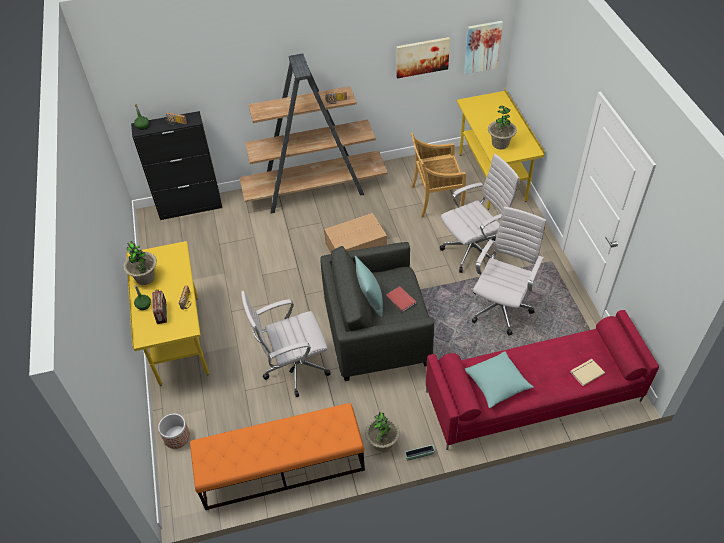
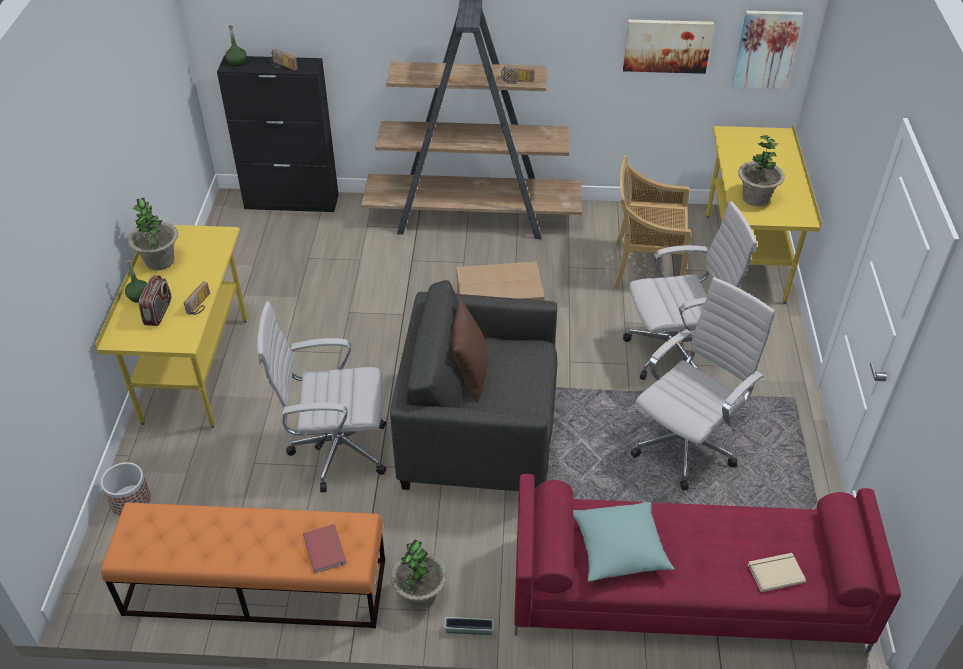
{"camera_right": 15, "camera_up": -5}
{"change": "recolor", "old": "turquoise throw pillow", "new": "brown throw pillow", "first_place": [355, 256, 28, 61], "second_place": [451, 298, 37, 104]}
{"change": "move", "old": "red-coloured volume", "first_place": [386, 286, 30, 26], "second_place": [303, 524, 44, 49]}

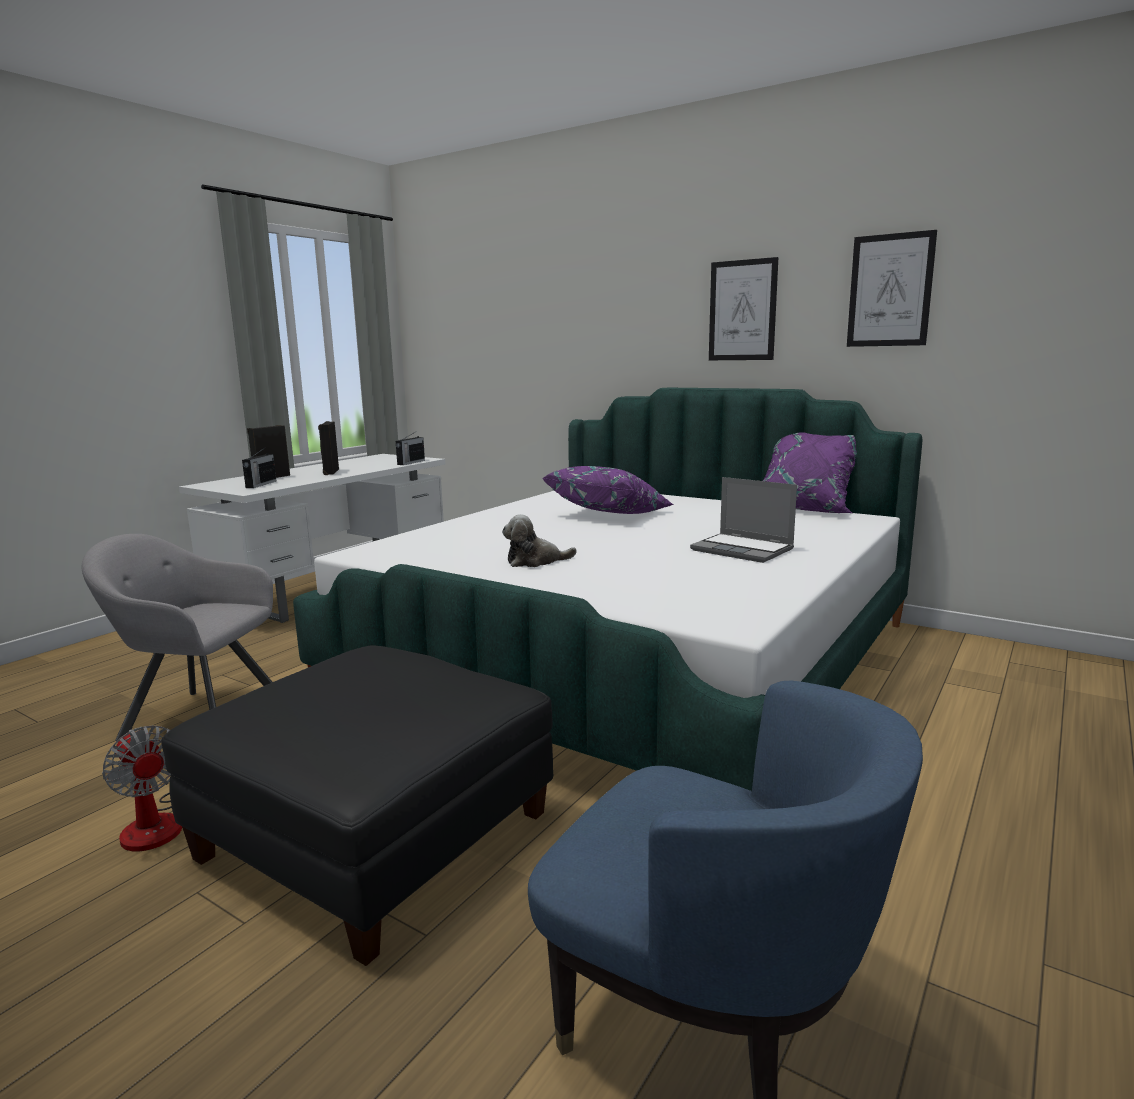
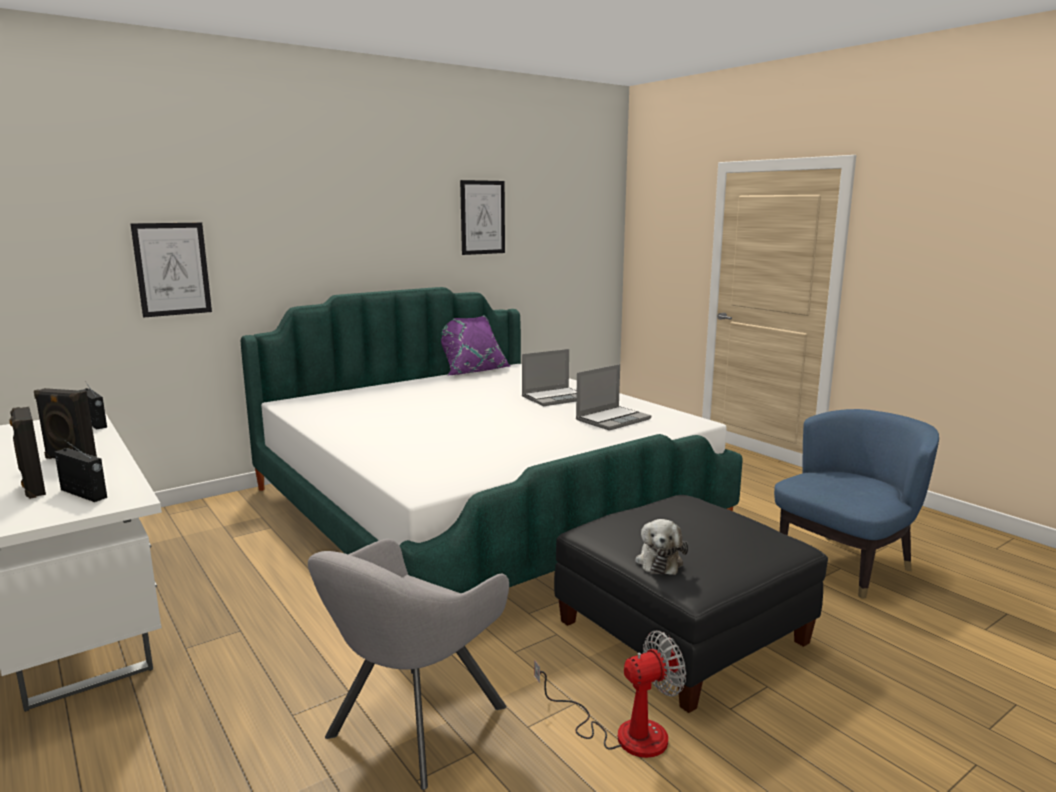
{"camera_right": -70, "camera_up": 0}
{"change": "move", "old": "picture", "first_place": [709, 257, 69, 103], "second_place": [131, 223, 81, 95]}
{"change": "delete", "old": "purple-coloured throw pillow", "first_place": [543, 466, 131, 48]}
{"change": "move", "old": "cuddly toy", "first_place": [502, 514, 75, 53], "second_place": [635, 519, 53, 56]}
{"change": "insert", "new": "portable computer", "second_place": [576, 364, 75, 67]}

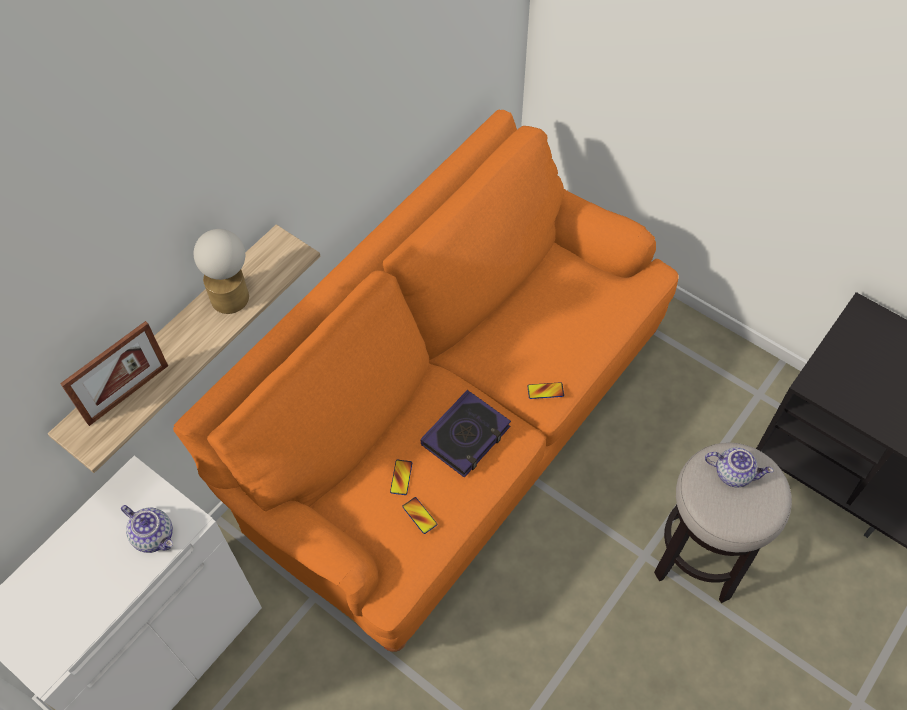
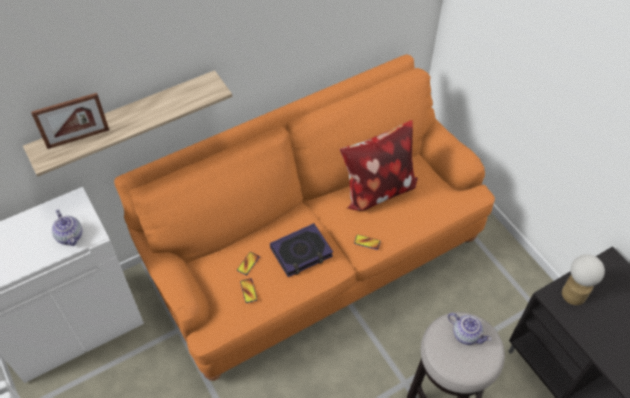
{"camera_right": 20, "camera_up": -5}
{"change": "move", "old": "table lamp", "first_place": [194, 229, 55, 85], "second_place": [562, 254, 43, 51]}
{"change": "insert", "new": "throw pillow", "second_place": [340, 120, 78, 91]}

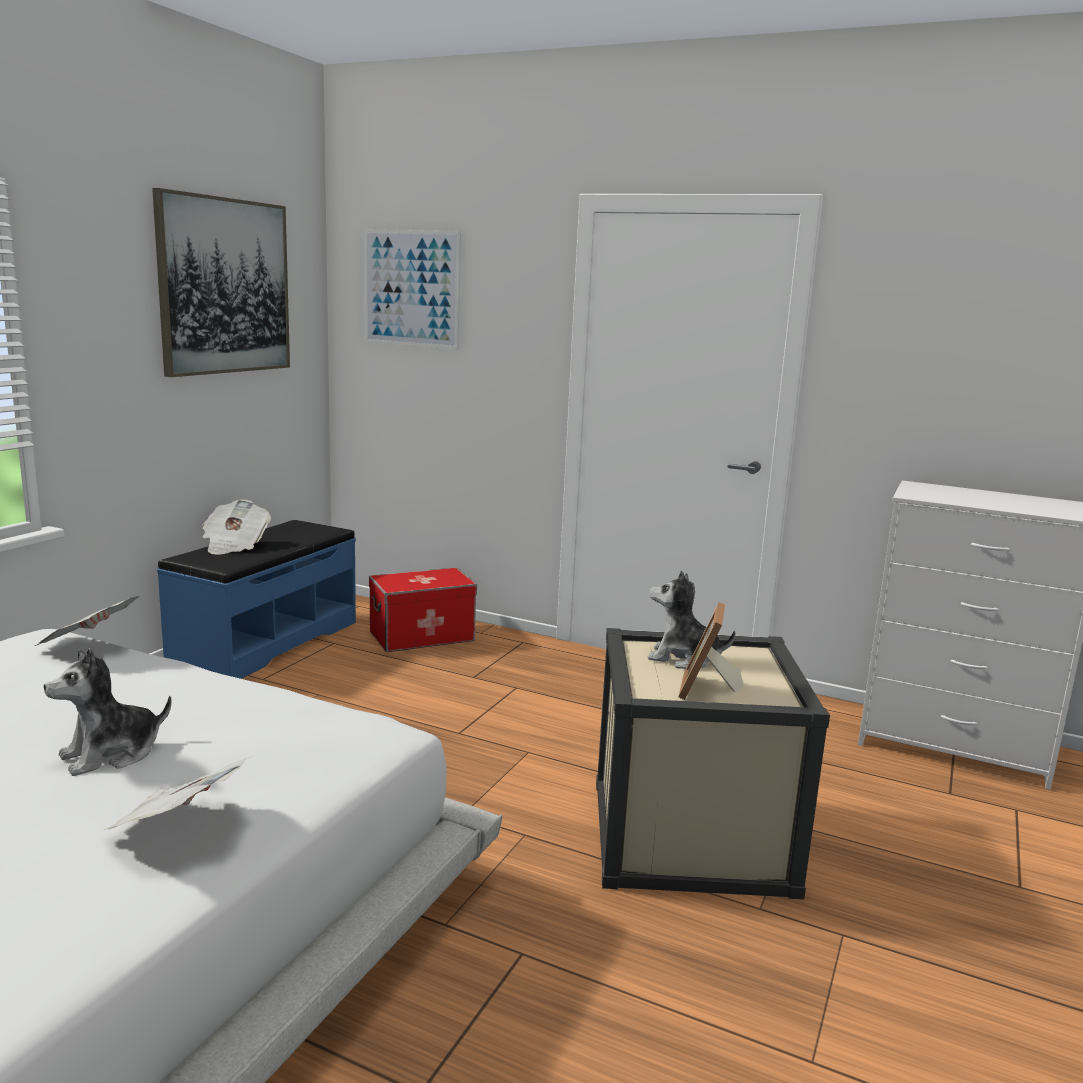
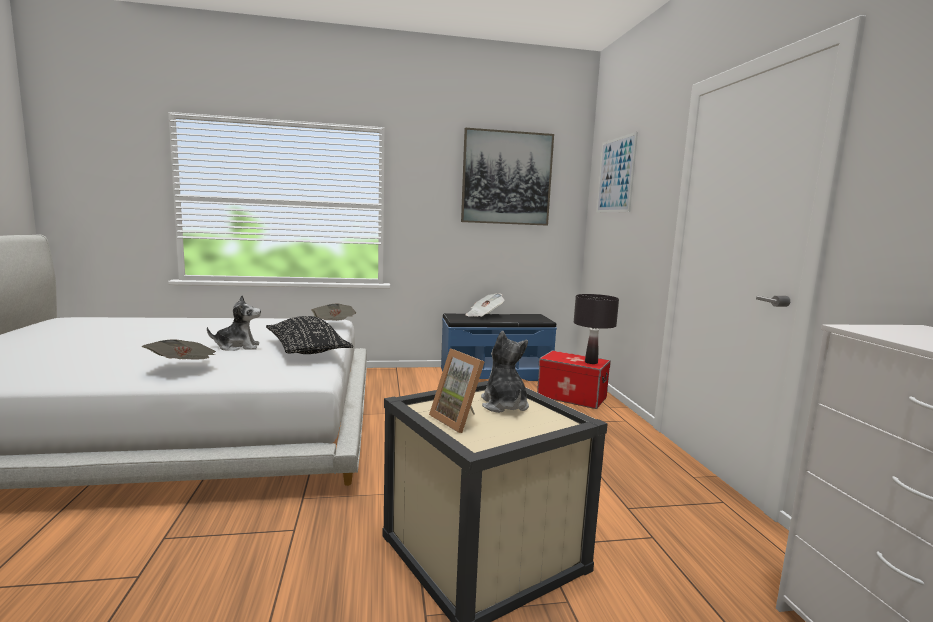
{"camera_right": 55, "camera_up": -5}
{"change": "rotate", "old": "standing frame", "first_place": [678, 602, 66, 98], "second_place": [429, 349, 56, 84], "degrees": -105}
{"change": "rotate", "old": "cuddly toy", "first_place": [44, 648, 128, 128], "second_place": [207, 295, 54, 56], "degrees": 150}
{"change": "insert", "new": "blackish table lamp", "second_place": [574, 294, 45, 70]}
{"change": "insert", "new": "blackish throw pillow", "second_place": [266, 316, 87, 38]}

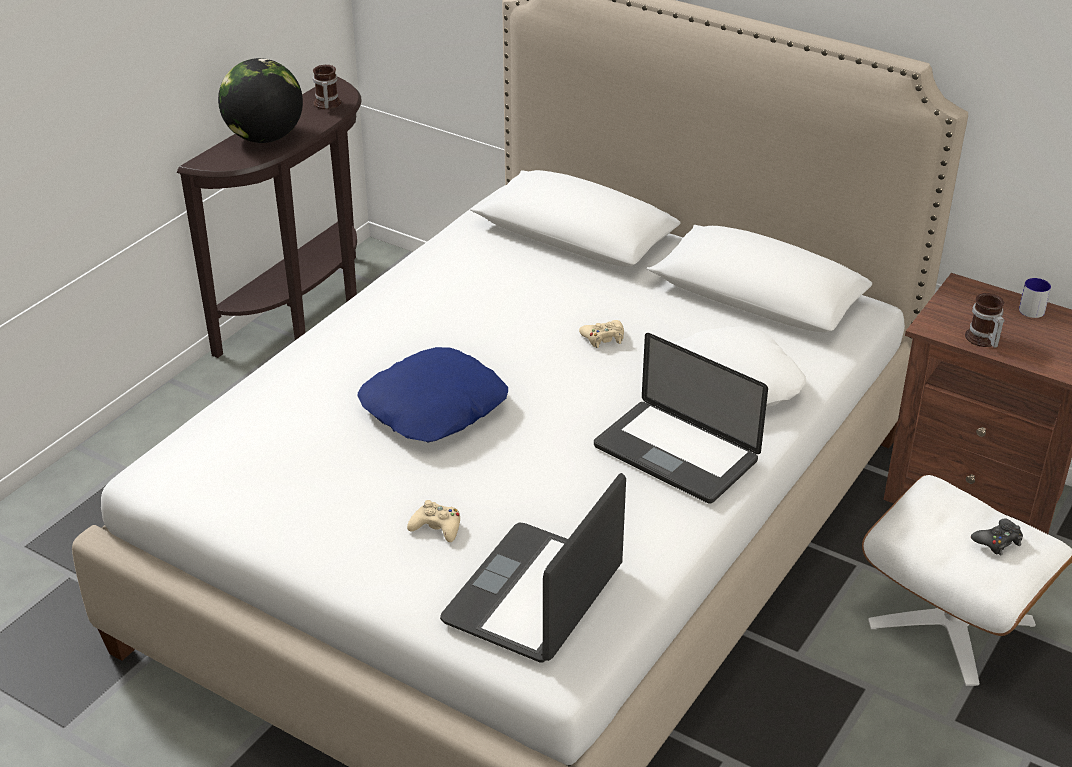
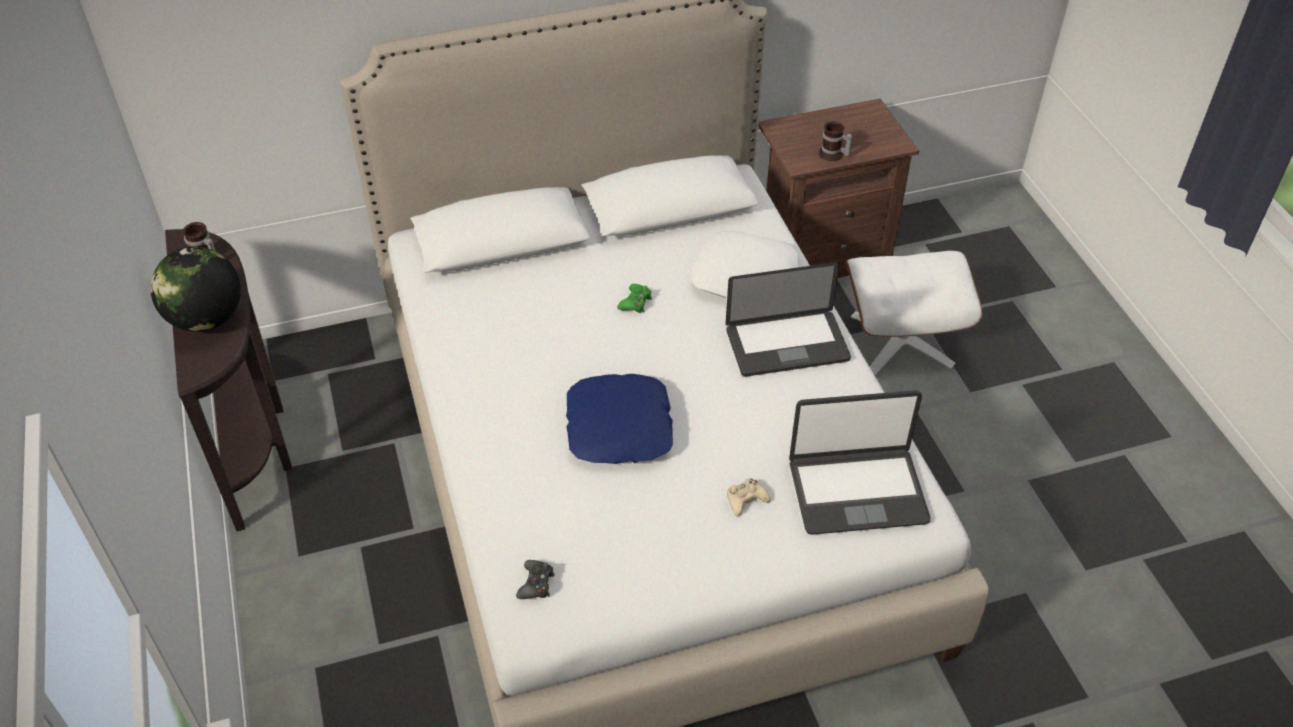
{"camera_right": -50, "camera_up": 10}
{"change": "delete", "old": "mug", "first_place": [1019, 278, 32, 40]}
{"change": "recolor", "old": "beige-coloured joypad", "new": "green joypad", "first_place": [579, 320, 45, 28], "second_place": [617, 284, 35, 29]}
{"change": "rotate", "old": "portable computer", "first_place": [440, 473, 186, 190], "second_place": [789, 390, 142, 145], "degrees": -75}
{"change": "move", "old": "blackish joypad", "first_place": [971, 518, 52, 37], "second_place": [516, 560, 39, 39]}

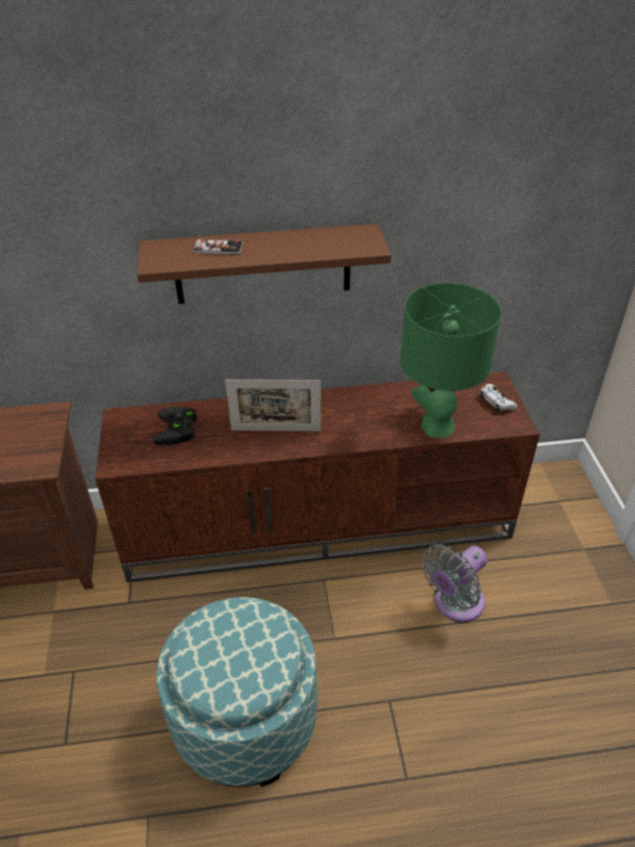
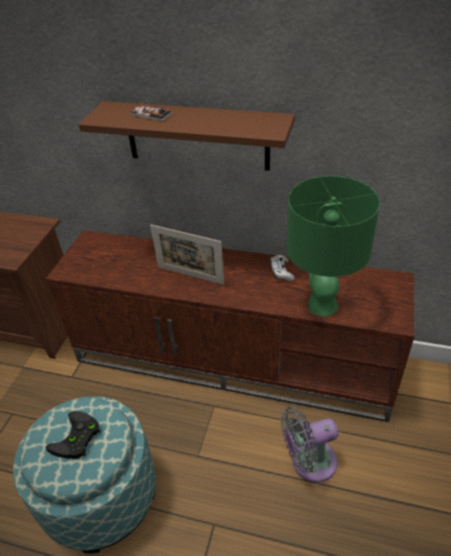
{"camera_right": 25, "camera_up": 0}
{"change": "move", "old": "whitish joypad", "first_place": [480, 384, 37, 28], "second_place": [270, 255, 25, 26]}
{"change": "move", "old": "blackish joypad", "first_place": [153, 407, 44, 38], "second_place": [46, 411, 55, 48]}

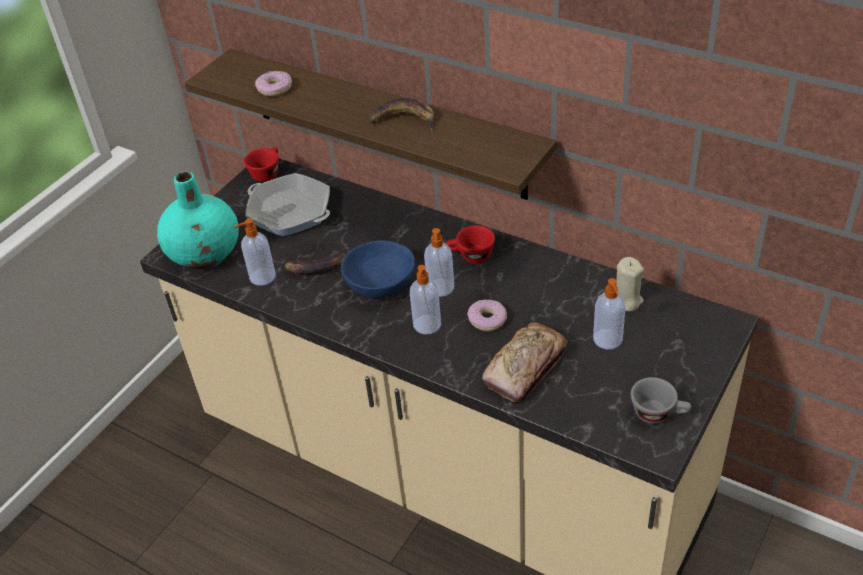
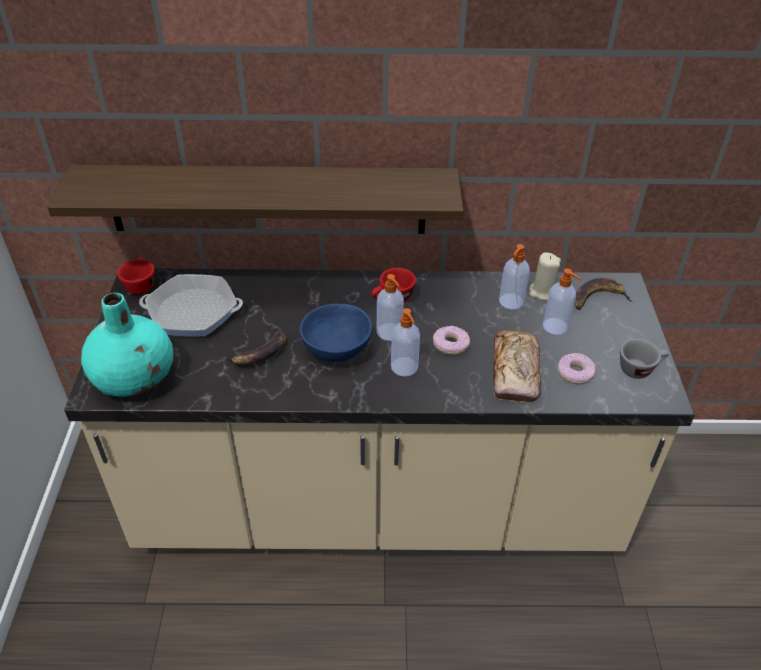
{"camera_right": -35, "camera_up": 0}
{"change": "move", "old": "doughnut", "first_place": [255, 71, 37, 26], "second_place": [557, 353, 39, 32]}
{"change": "move", "old": "banana", "first_place": [369, 98, 65, 34], "second_place": [574, 278, 59, 32]}
{"change": "move", "old": "soap dispenser", "first_place": [234, 218, 42, 68], "second_place": [499, 244, 31, 66]}

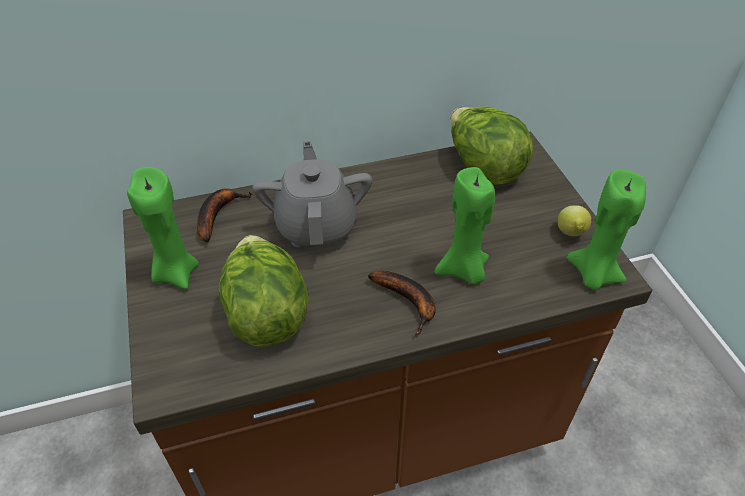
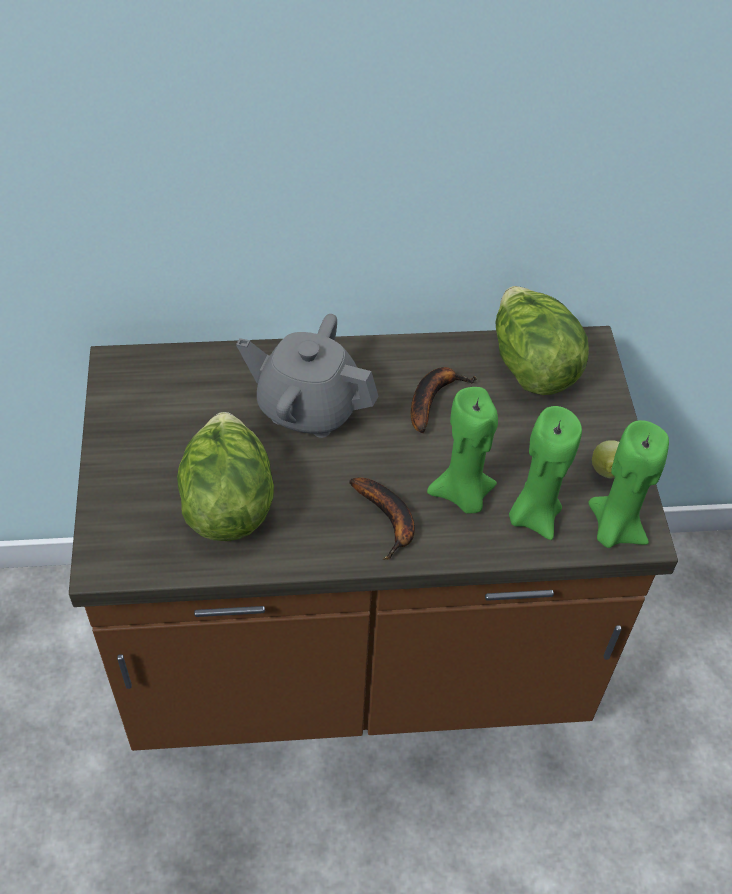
{"camera_right": 10, "camera_up": 5}
{"change": "rotate", "old": "gray teapot", "first_place": [252, 141, 120, 106], "second_place": [236, 314, 142, 124], "degrees": -75}
{"change": "move", "old": "green wax candle", "first_place": [127, 167, 72, 122], "second_place": [509, 406, 73, 134]}
{"change": "move", "old": "banana", "first_place": [197, 188, 56, 54], "second_place": [411, 367, 66, 66]}

